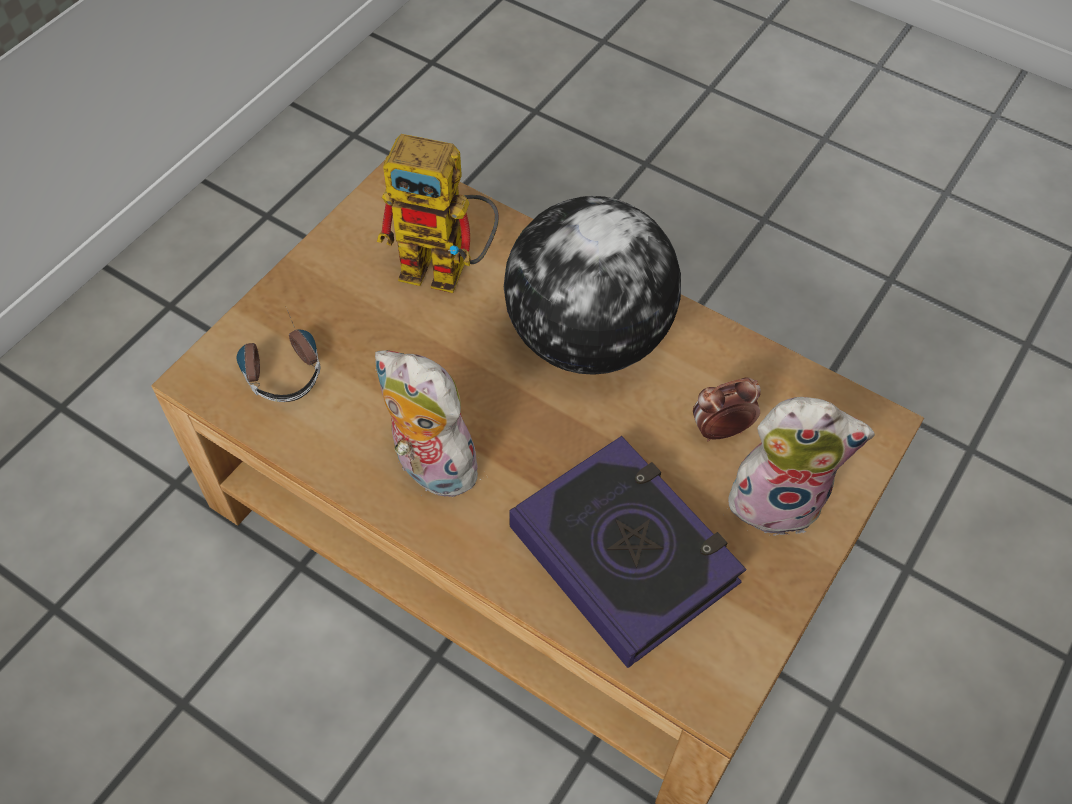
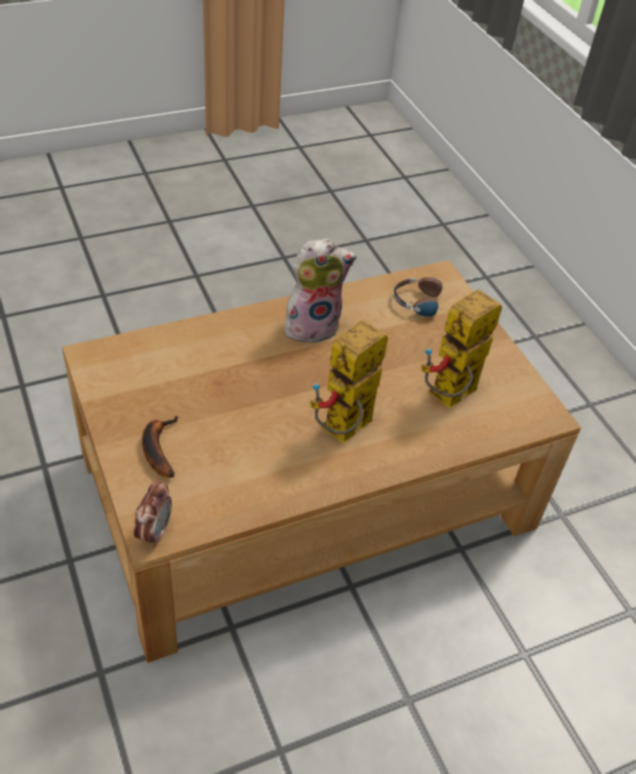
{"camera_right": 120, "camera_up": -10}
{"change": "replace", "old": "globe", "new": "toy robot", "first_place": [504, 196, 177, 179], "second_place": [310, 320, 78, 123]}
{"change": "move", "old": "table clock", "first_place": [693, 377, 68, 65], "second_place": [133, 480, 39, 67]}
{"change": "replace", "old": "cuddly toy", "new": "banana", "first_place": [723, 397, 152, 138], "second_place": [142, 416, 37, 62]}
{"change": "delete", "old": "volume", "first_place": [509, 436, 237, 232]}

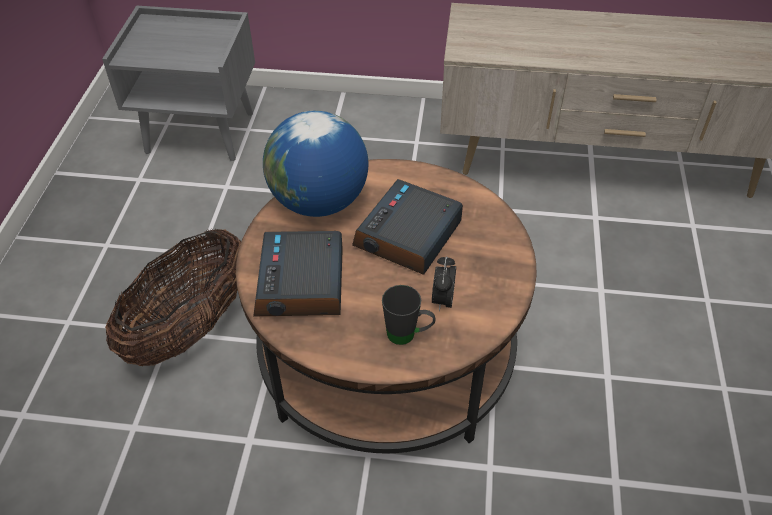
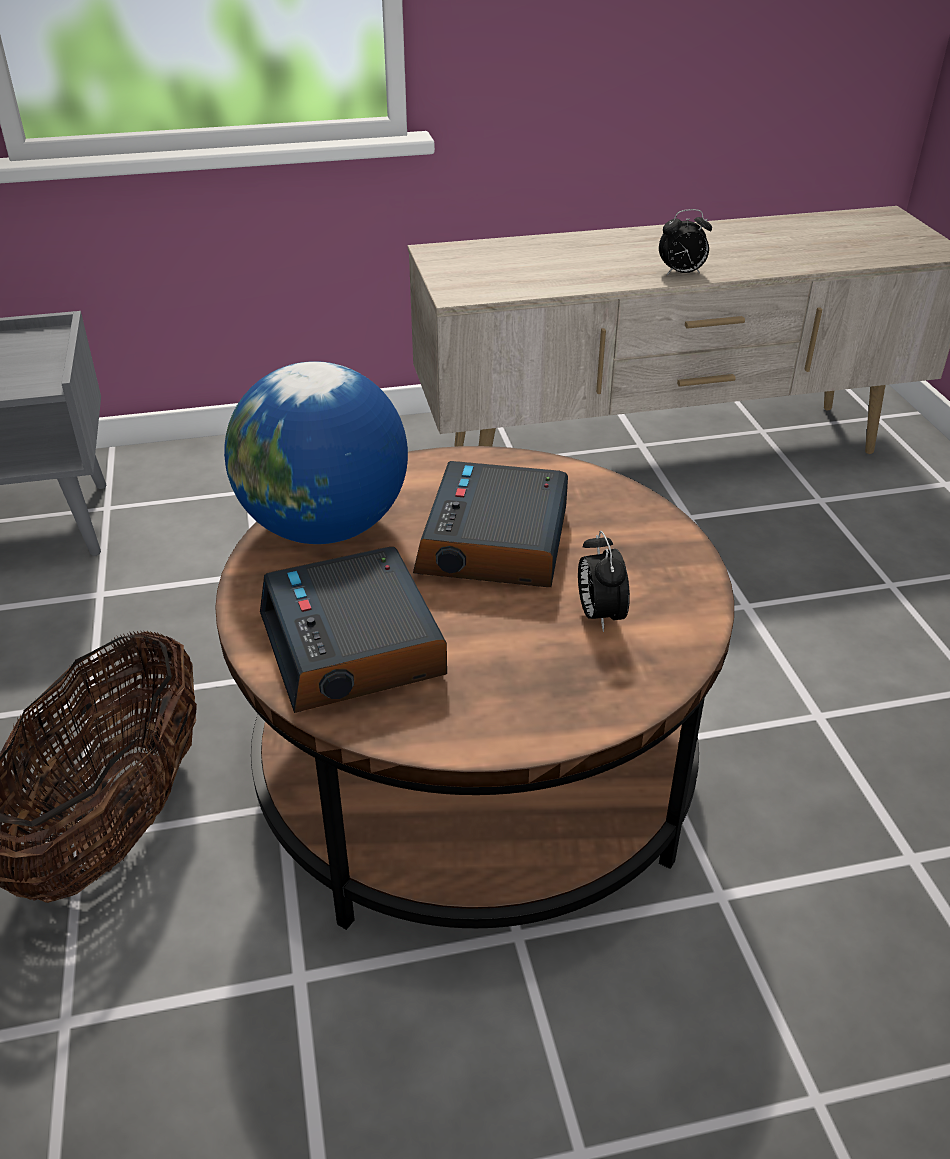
{"camera_right": -20, "camera_up": -10}
{"change": "delete", "old": "blackish mug", "first_place": [382, 285, 53, 60]}
{"change": "insert", "new": "table clock", "second_place": [659, 209, 53, 66]}

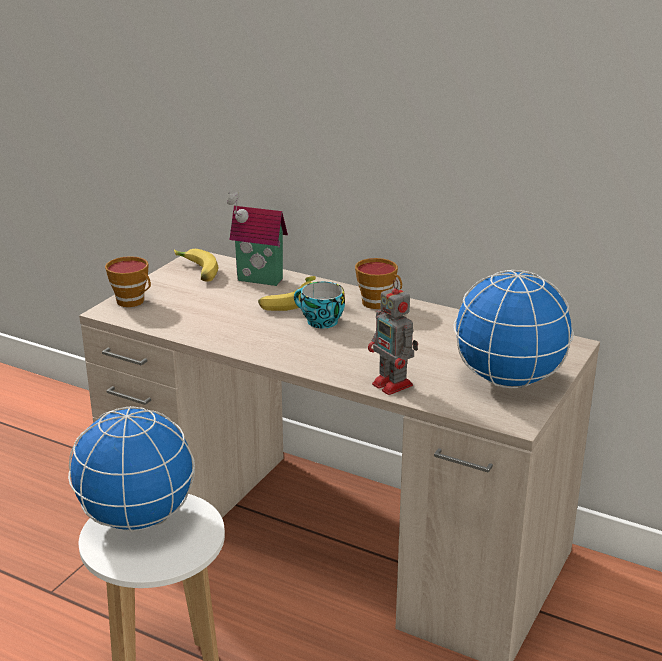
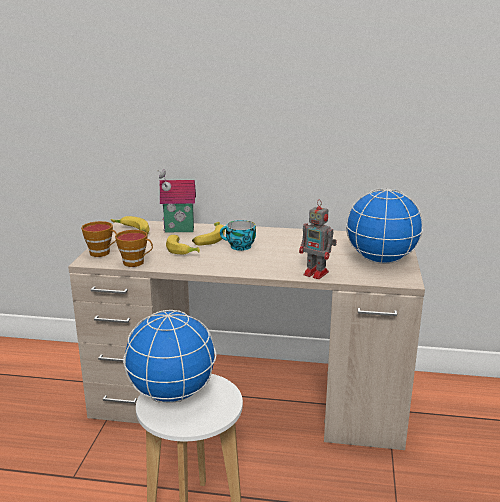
{"camera_right": -20, "camera_up": -5}
{"change": "move", "old": "drinking cup", "first_place": [355, 258, 47, 51], "second_place": [115, 230, 38, 37]}
{"change": "insert", "new": "banana", "second_place": [166, 235, 34, 19]}

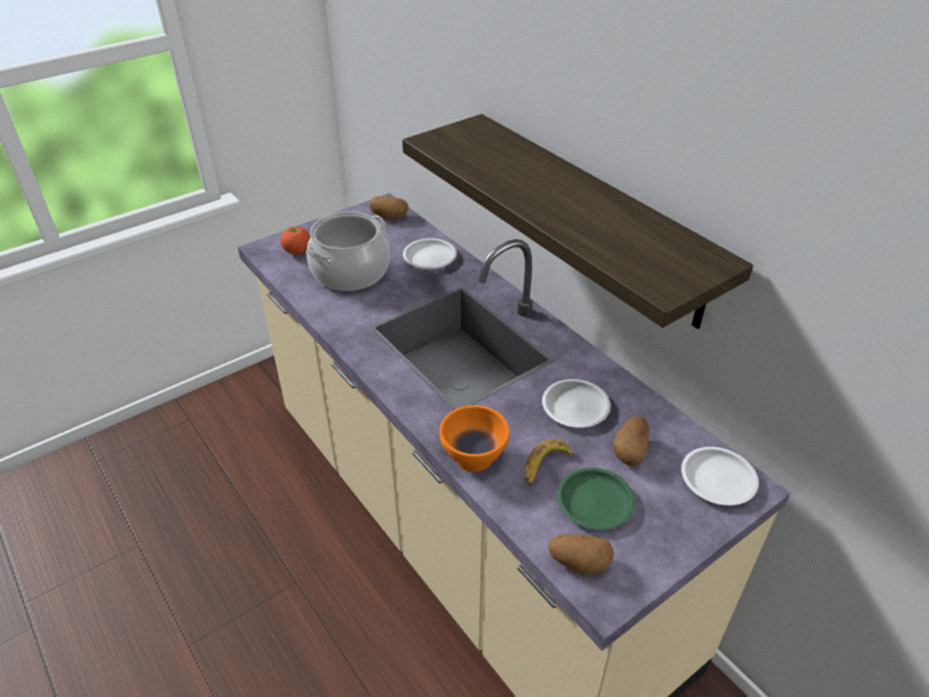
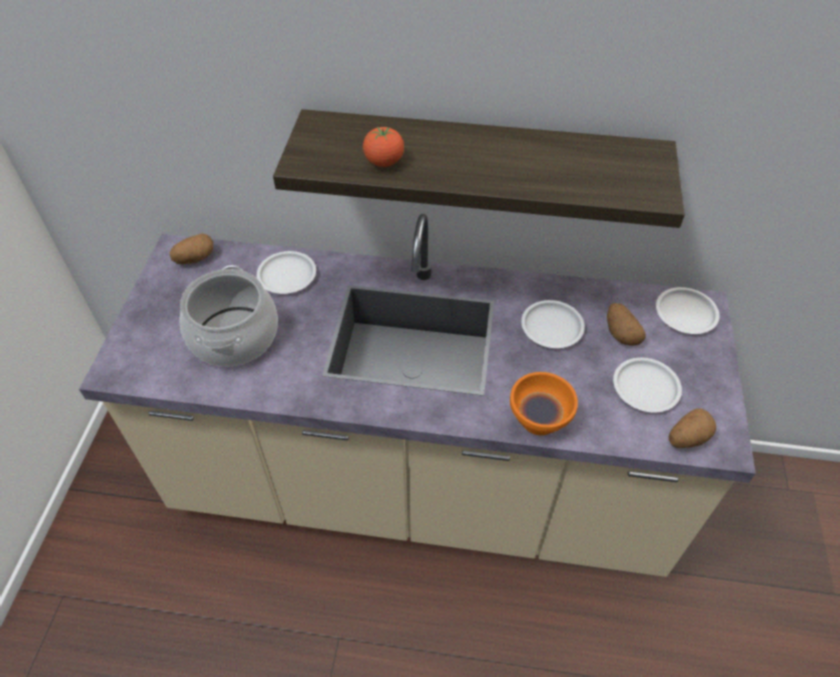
{"camera_right": -45, "camera_up": 10}
{"change": "move", "old": "fresh tomato", "first_place": [280, 226, 30, 28], "second_place": [363, 127, 41, 40]}
{"change": "delete", "old": "banana", "first_place": [525, 439, 49, 46]}
{"change": "recolor", "old": "green dinner plate", "new": "whitish dinner plate", "first_place": [557, 468, 78, 62], "second_place": [613, 358, 69, 54]}

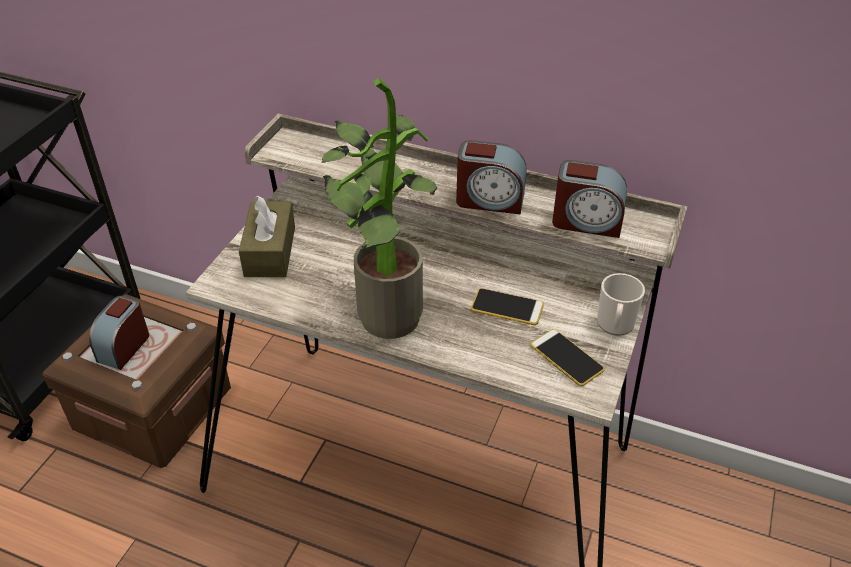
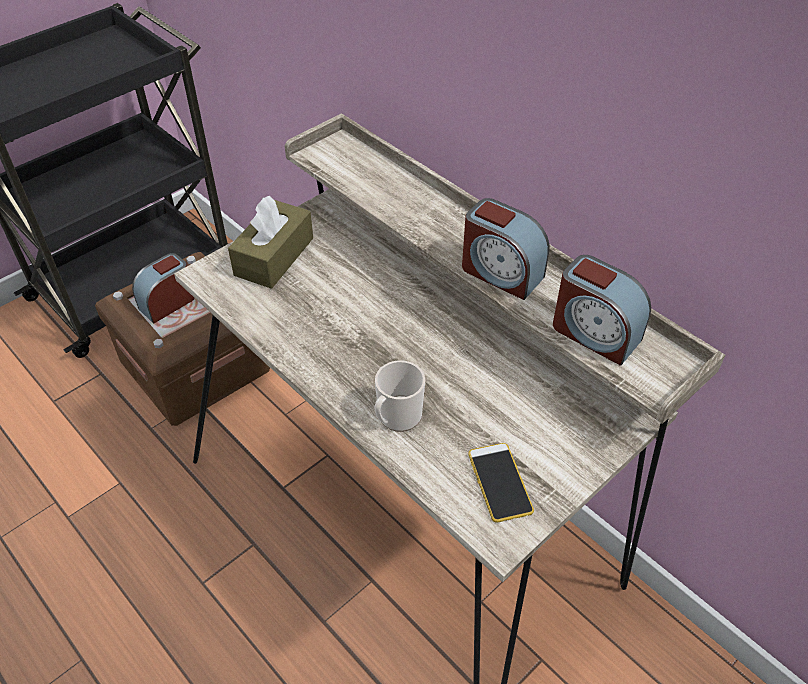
{"camera_right": 25, "camera_up": 5}
{"change": "delete", "old": "houseplant", "first_place": [322, 78, 115, 261]}
{"change": "move", "old": "mug", "first_place": [597, 273, 48, 63], "second_place": [375, 360, 50, 72]}
{"change": "delete", "old": "telephone", "first_place": [471, 288, 73, 37]}

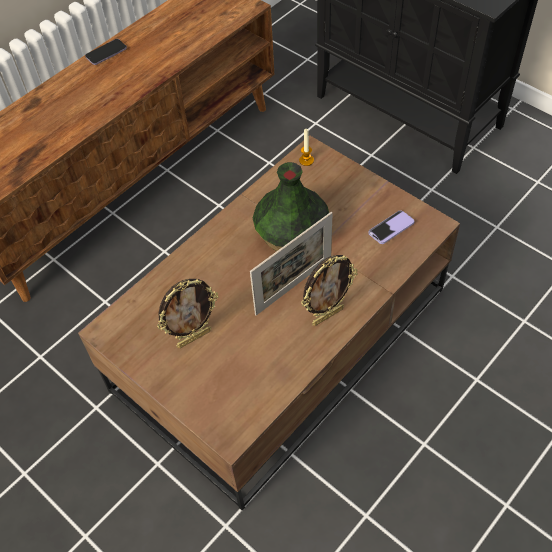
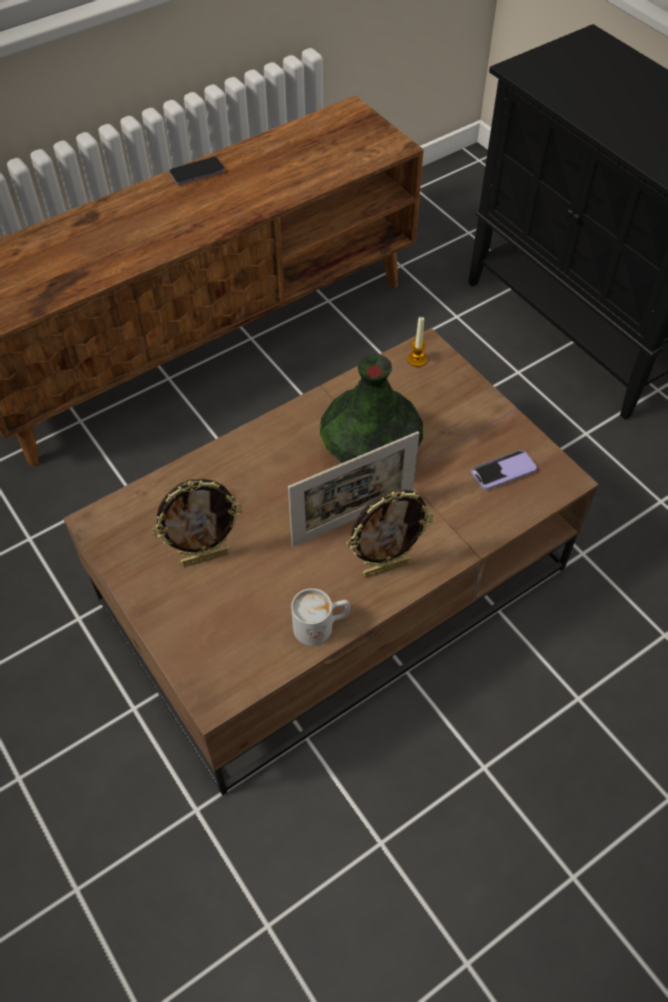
{"camera_right": 10, "camera_up": 0}
{"change": "insert", "new": "whitish mug", "second_place": [291, 588, 59, 58]}

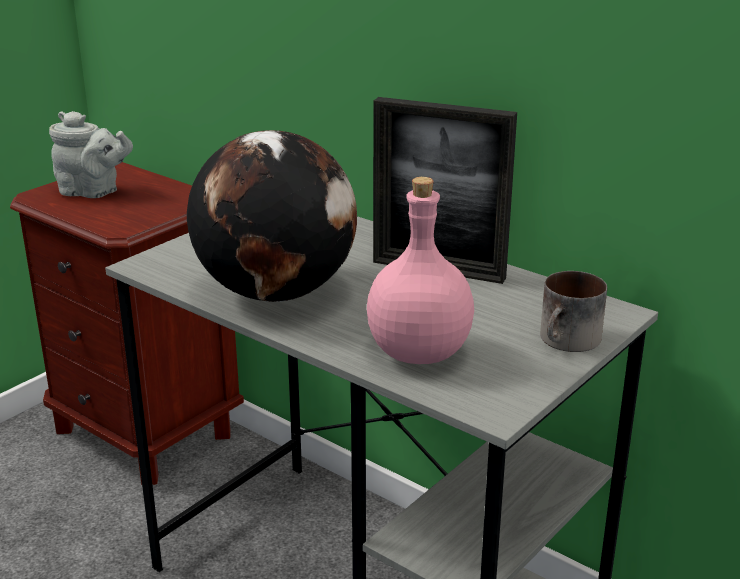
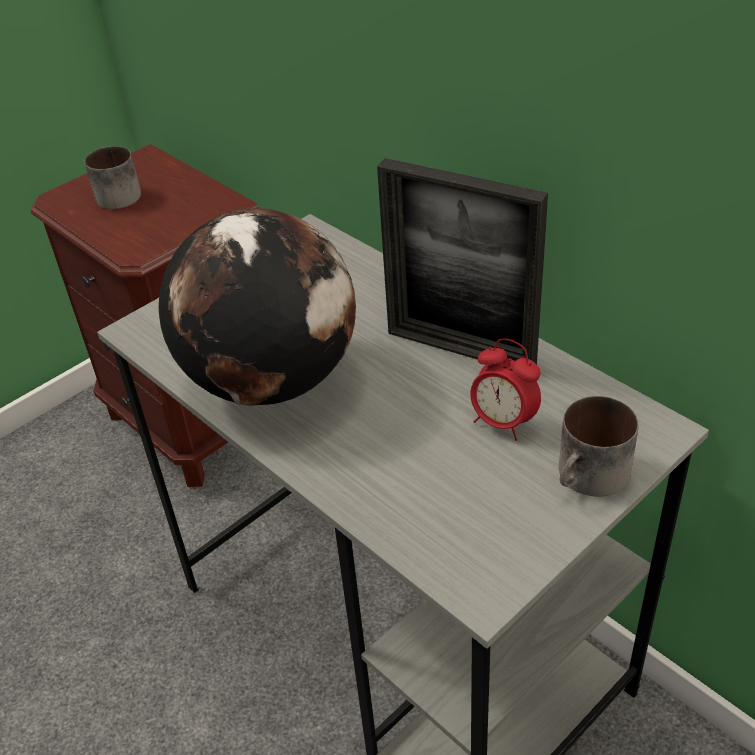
{"camera_right": 10, "camera_up": 15}
{"change": "replace", "old": "gray teapot", "new": "mug", "first_place": [49, 111, 84, 87], "second_place": [85, 146, 56, 63]}
{"change": "delete", "old": "pink-coloured beverage bottle", "first_place": [367, 177, 107, 187]}
{"change": "insert", "new": "table clock", "second_place": [470, 338, 71, 103]}

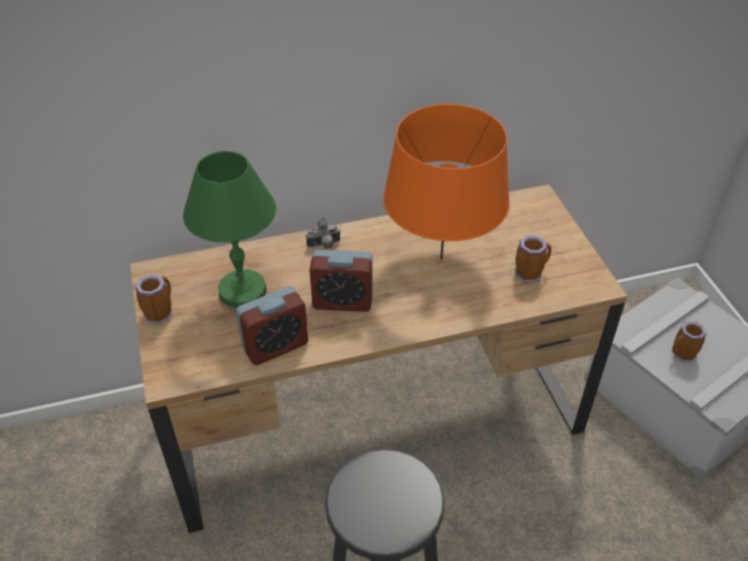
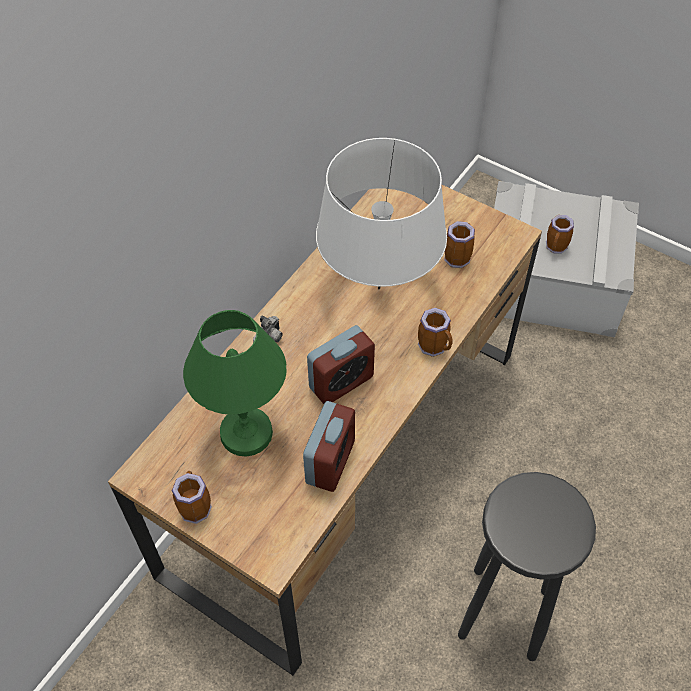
{"camera_right": -40, "camera_up": 10}
{"change": "recolor", "old": "orange table lamp", "new": "whitish table lamp", "first_place": [383, 104, 127, 156], "second_place": [316, 138, 131, 152]}
{"change": "insert", "new": "mug", "second_place": [418, 308, 35, 49]}

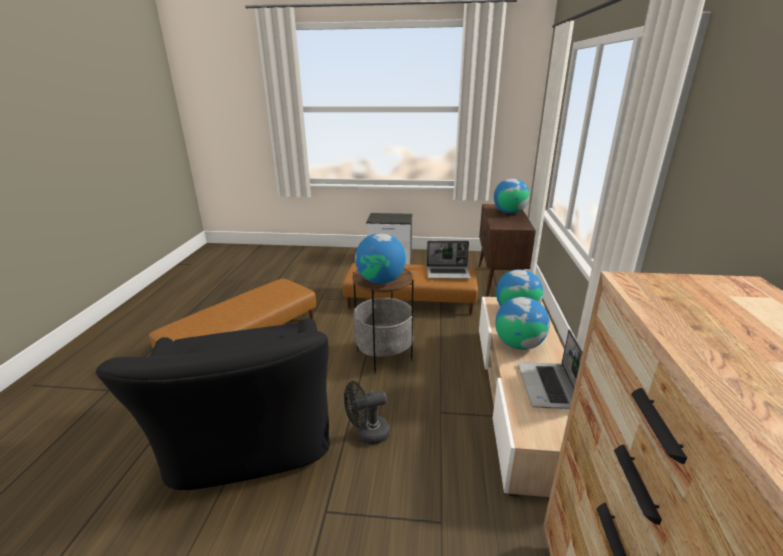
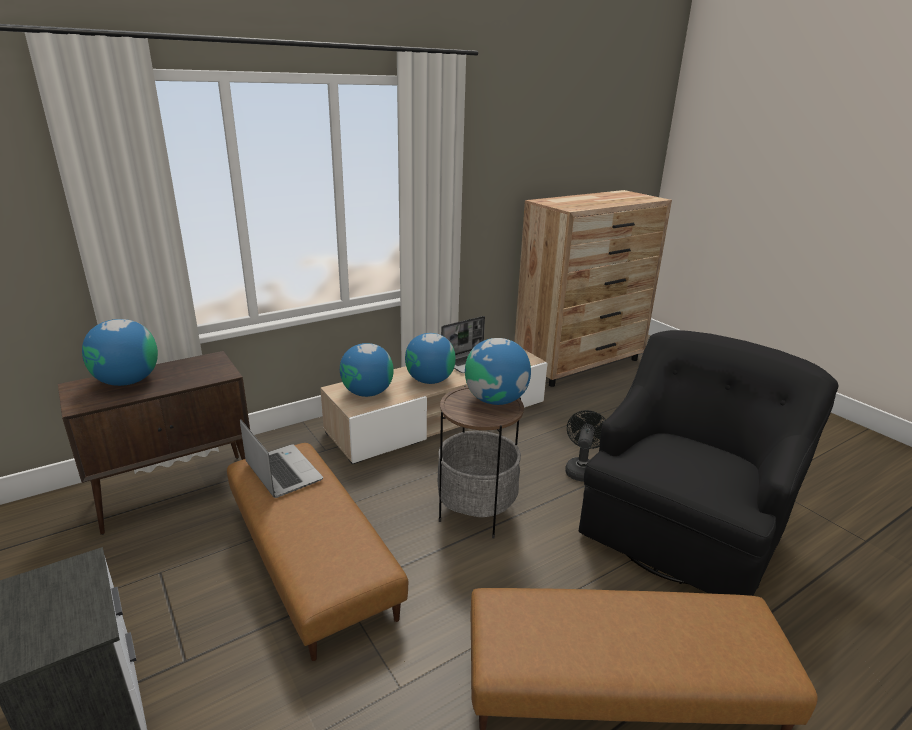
{"camera_right": -130, "camera_up": 0}
{"change": "rotate", "old": "blackish cooling fan", "first_place": [344, 381, 46, 64], "second_place": [565, 410, 41, 72], "degrees": -105}

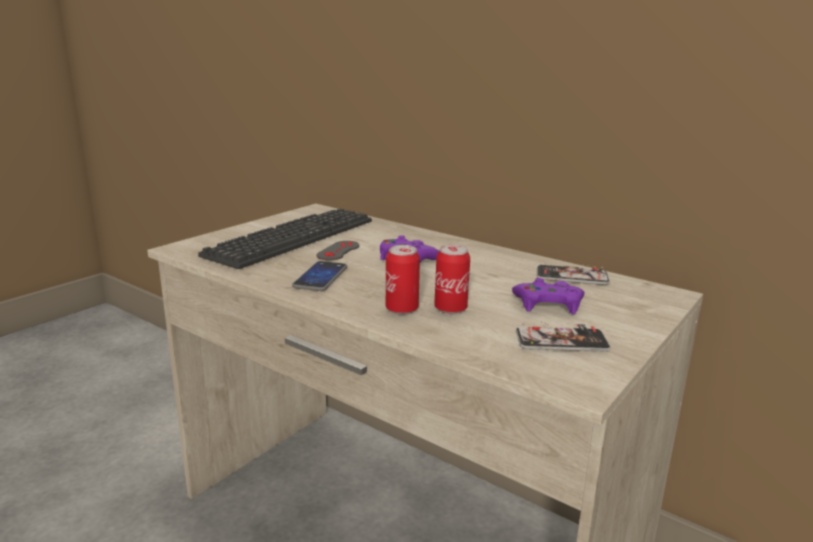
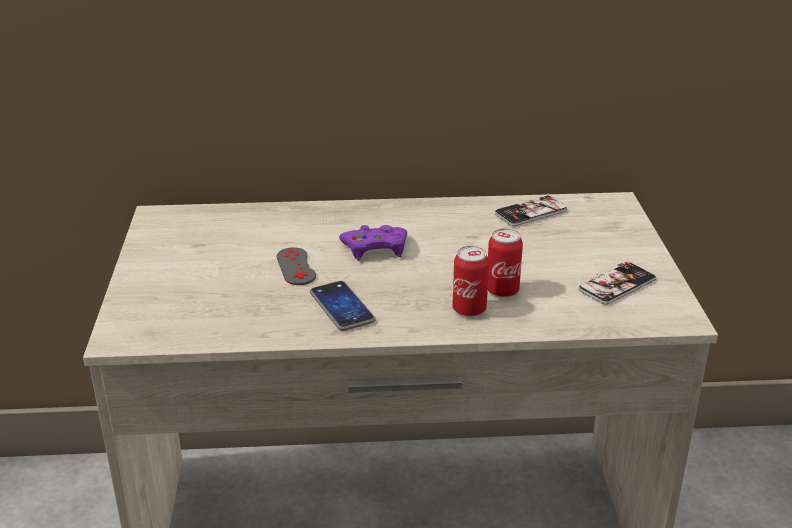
{"camera_right": -40, "camera_up": 10}
{"change": "delete", "old": "PC keyboard", "first_place": [198, 209, 174, 60]}
{"change": "delete", "old": "purple-coloured joypad", "first_place": [512, 278, 72, 36]}

